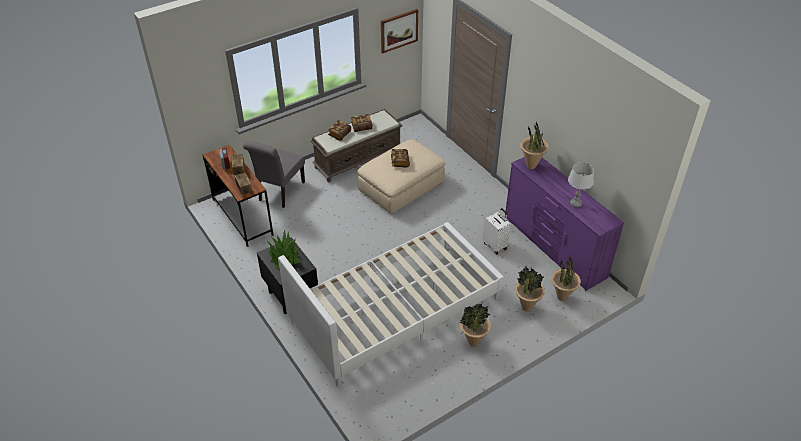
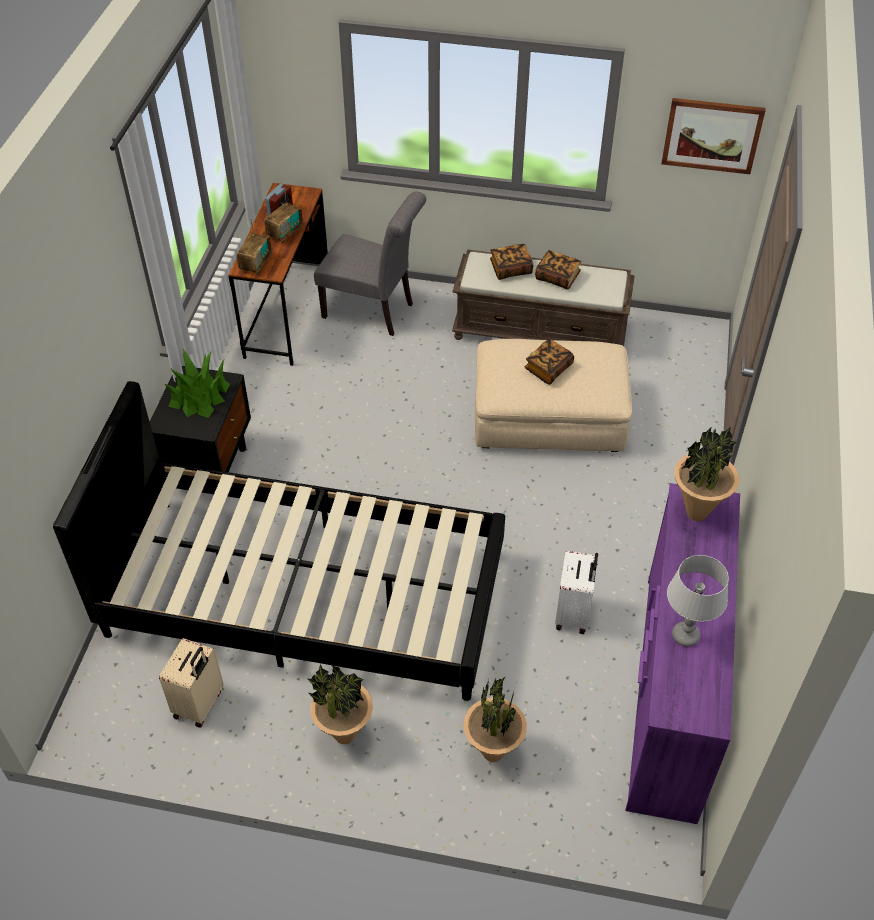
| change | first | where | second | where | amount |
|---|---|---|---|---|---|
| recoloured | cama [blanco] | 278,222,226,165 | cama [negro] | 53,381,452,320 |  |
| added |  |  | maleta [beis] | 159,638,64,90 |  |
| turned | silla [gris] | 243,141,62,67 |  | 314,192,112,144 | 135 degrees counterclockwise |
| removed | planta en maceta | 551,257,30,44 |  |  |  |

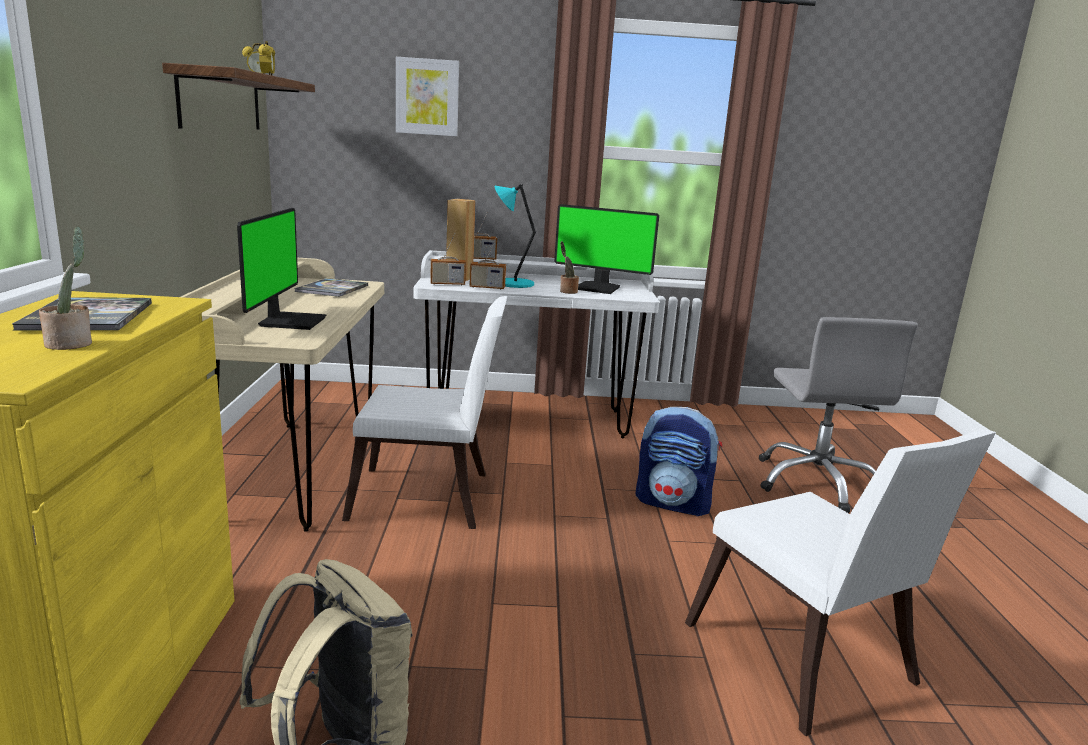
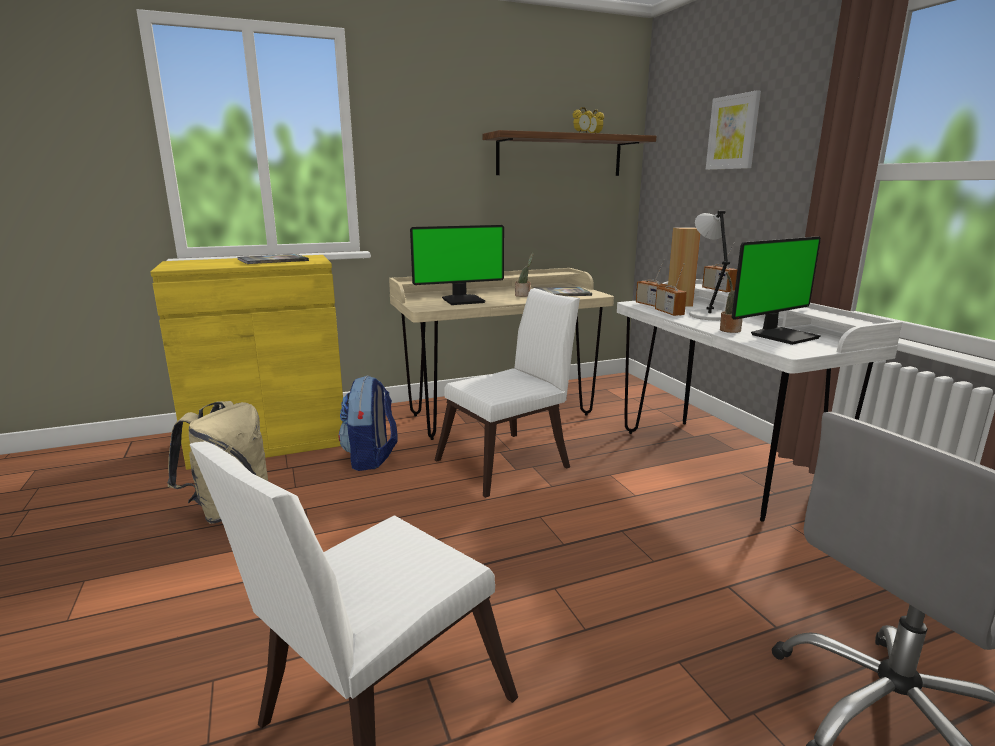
| change | first | where | second | where | amount |
|---|---|---|---|---|---|
| moved | mochila | 636,407,86,109 |  | 338,375,60,96 |  |
| turned | silla [blanco] | 342,296,165,233 |  | 435,288,145,210 | 105 degrees counterclockwise |
| moved | planta en maceta | 39,226,53,124 |  | 515,252,19,45 |  |
| recoloured | lámpara de mesa [turquesa] | 495,184,41,104 | lámpara de mesa [gris] | 689,211,41,109 |  |
| turned | monitor | 554,204,105,90 |  | 732,236,89,109 | 120 degrees counterclockwise |

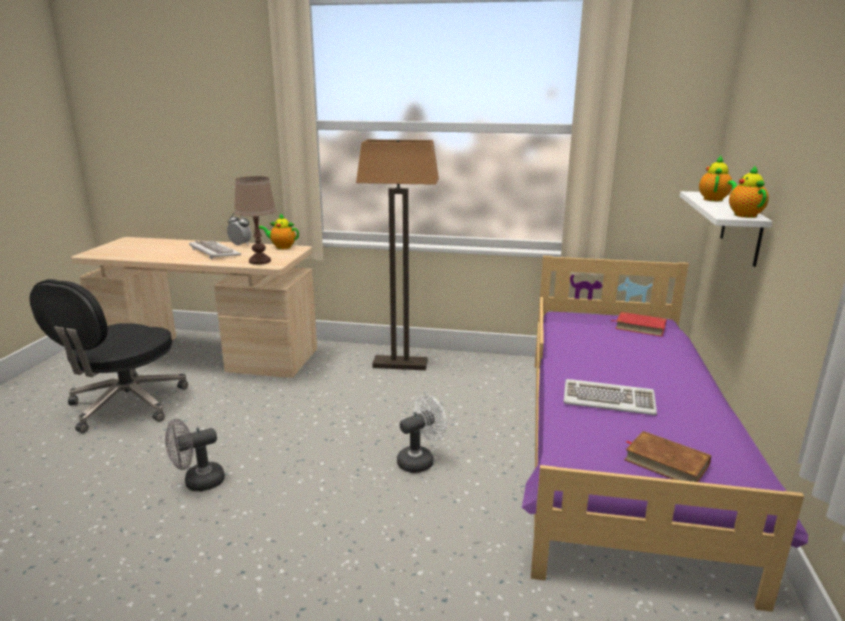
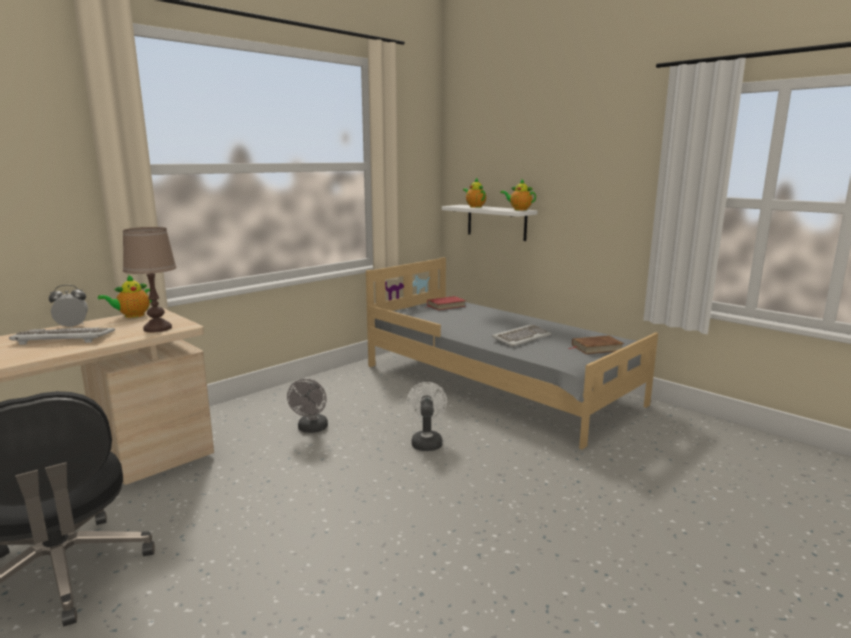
| change | first | where | second | where | amount |
|---|---|---|---|---|---|
| moved | ventilador [gris] | 165,419,60,72 |  | 287,379,41,54 |  |
| recoloured | cama [morado] | 522,256,286,356 | cama [gris] | 366,257,292,192 |  |
| removed | lámpara de pie | 356,139,83,231 |  |  |  |

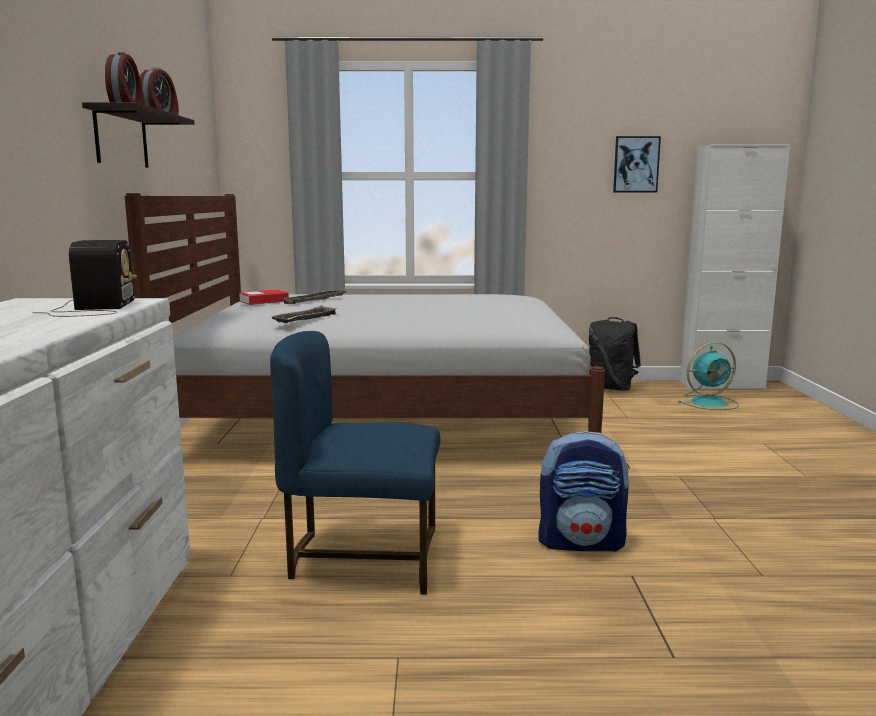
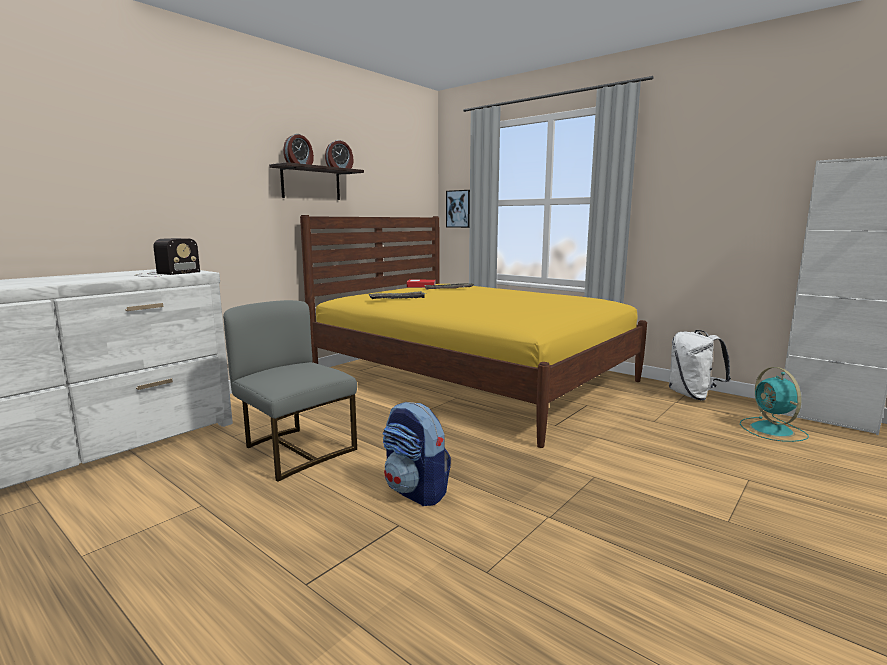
| change | first | where | second | where | amount |
|---|---|---|---|---|---|
| recoloured | silla [azul] | 270,331,170,264 | silla [gris] | 223,300,134,182 |  |
| recoloured | cama [blanco] | 125,193,480,240 | cama [amarillo] | 300,215,347,233 |  |
| moved | cuadro | 613,136,48,56 |  | 446,190,24,38 |  |
| recoloured | mochila [negro] | 589,317,52,74 | mochila [blanco] | 669,330,62,71 |  |
| turned | ventilador [turquesa] | 678,342,61,68 |  | 740,367,69,75 | 60 degrees clockwise |

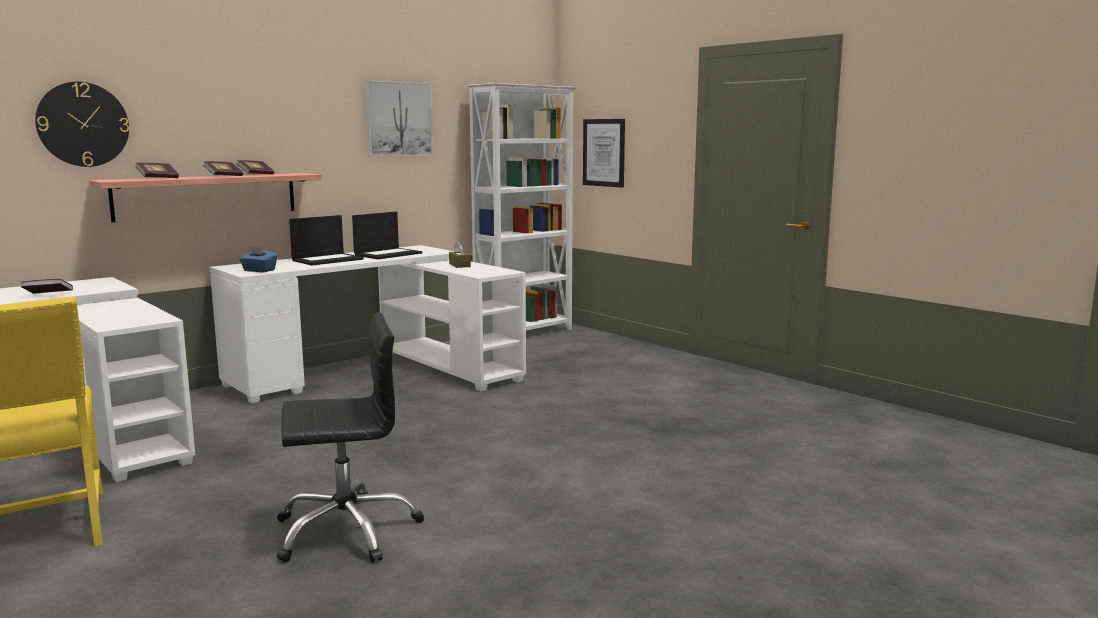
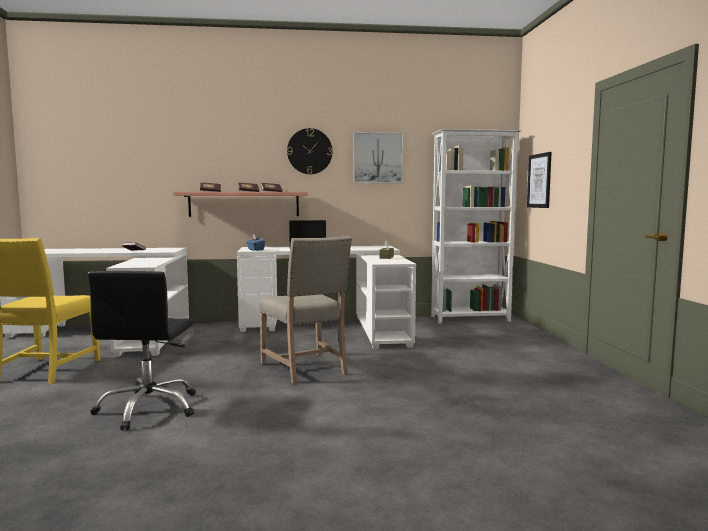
| change | first | where | second | where | amount |
|---|---|---|---|---|---|
| turned | silla de oficina [negro] | 277,312,147,251 |  | 88,271,107,159 | 75 degrees clockwise |
| added |  |  | silla [beis] | 259,236,93,148 |  |
| moved | reloj de pared | 35,82,94,85 |  | 287,128,46,46 |  |
| removed | portátil | 352,212,70,47 |  |  |  |

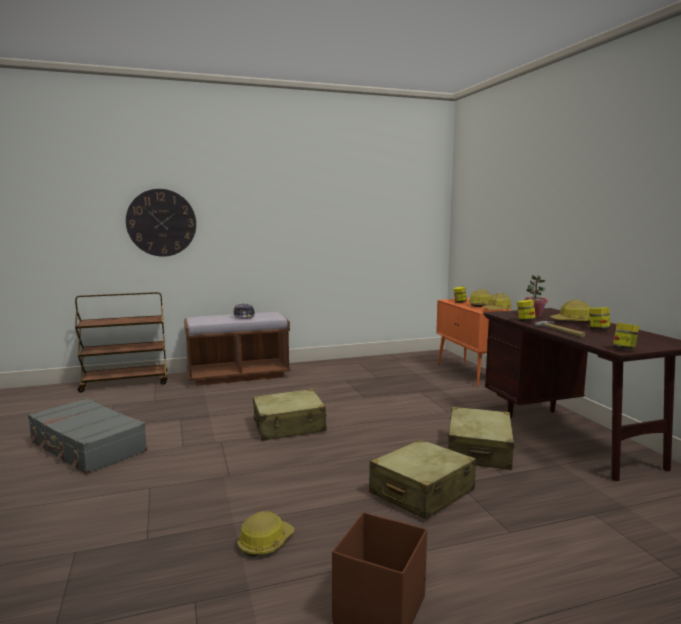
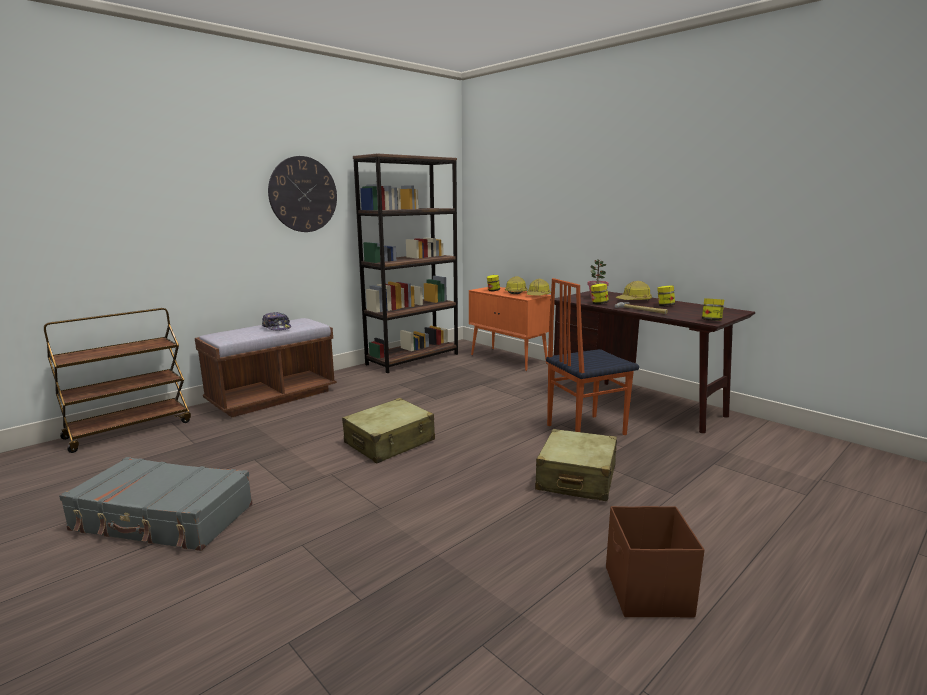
| change | first | where | second | where | amount |
|---|---|---|---|---|---|
| moved | reloj de pared | 126,189,70,68 |  | 268,156,69,76 |  |
| added |  |  | estantería [marrón] | 353,154,105,219 |  |
| replaced | maleta [beis] | 448,407,68,63 | silla | 546,278,93,157 |  |
| removed | casco | 237,511,57,46 |  |  |  |

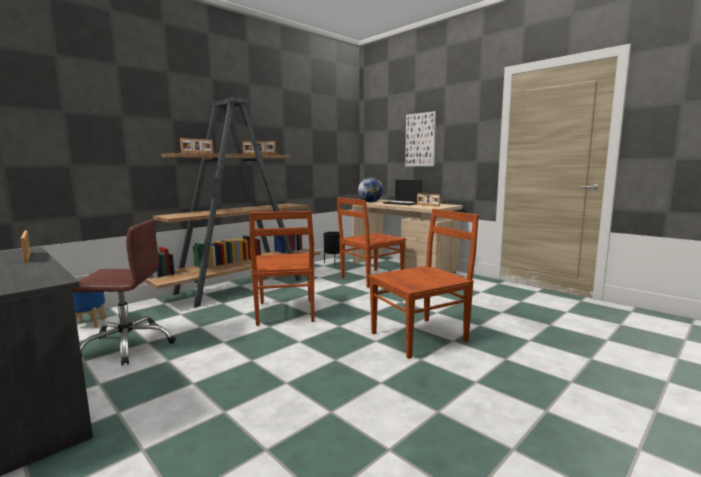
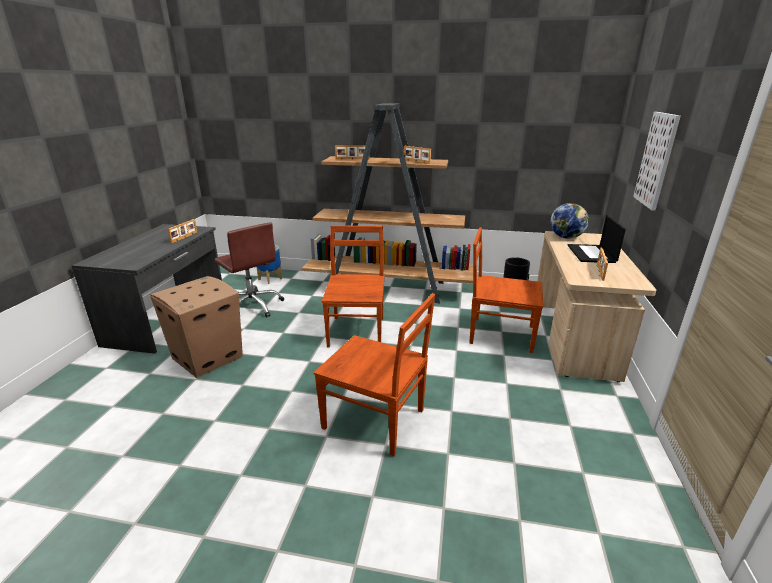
| change | first | where | second | where | amount |
|---|---|---|---|---|---|
| added |  |  | caja de cartón | 150,276,93,102 |  |
| turned | silla [marrón] | 249,211,66,115 |  | 322,225,63,123 | 135 degrees clockwise |

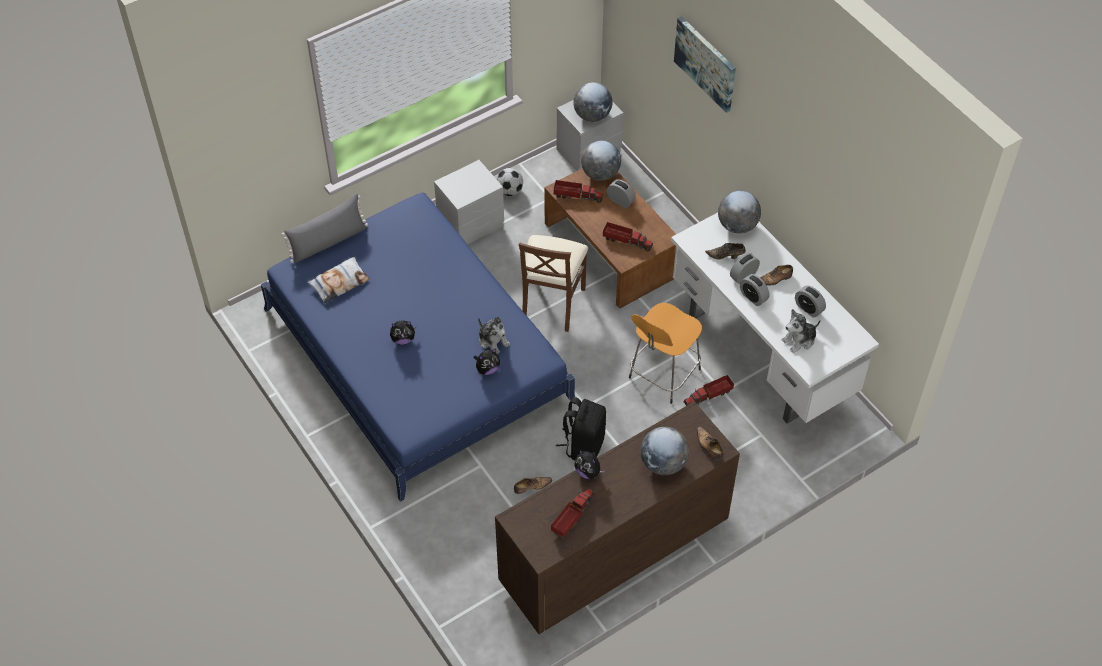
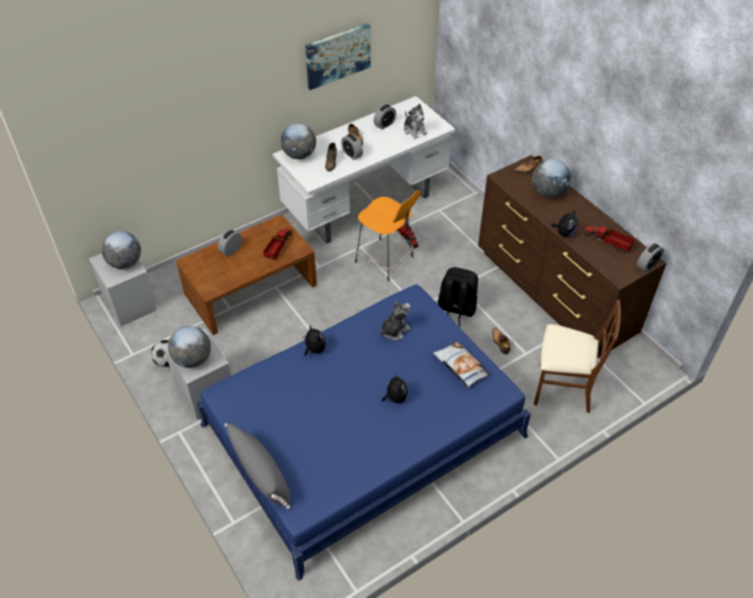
| change | first | where | second | where | amount |
|---|---|---|---|---|---|
| moved | globo terráqueo | 581,141,40,40 |  | 168,326,43,42 |  |
| moved | peluche | 474,348,26,27 |  | 303,325,23,31 |  |
| moved | cuadro | 674,16,62,97 |  | 305,23,66,67 |  |
| moved | cojín | 308,257,62,46 |  | 433,342,57,45 |  |
| moved | silla [marrón] | 519,235,69,97 |  | 534,299,87,114 |  |
| moved | despertador | 740,274,29,32 |  | 637,243,27,29 |  |
| removed | camión de juguete | 554,180,49,23 |  |  |  |

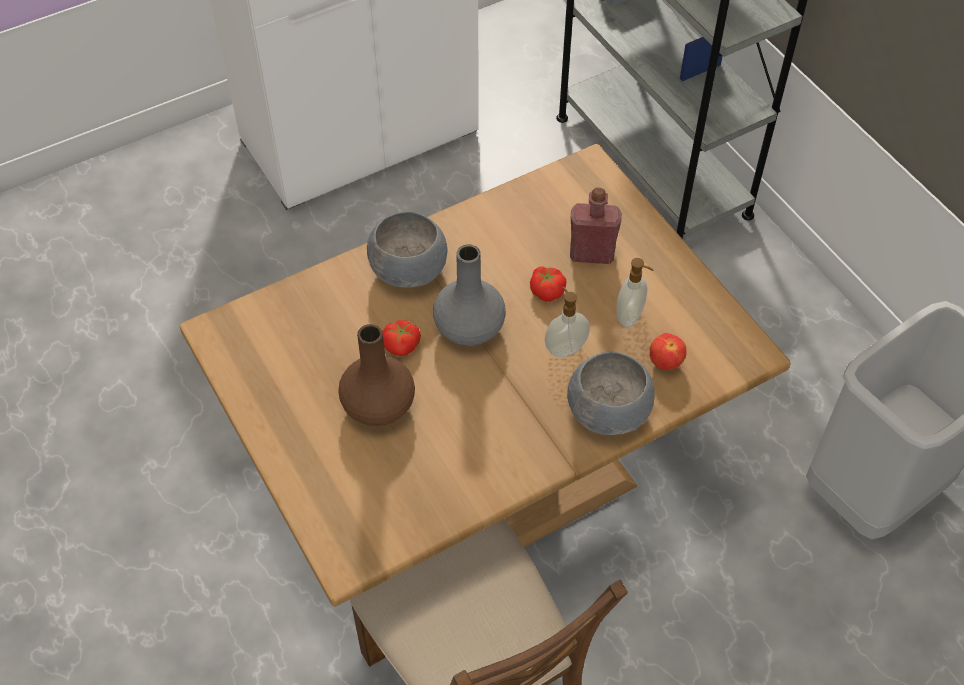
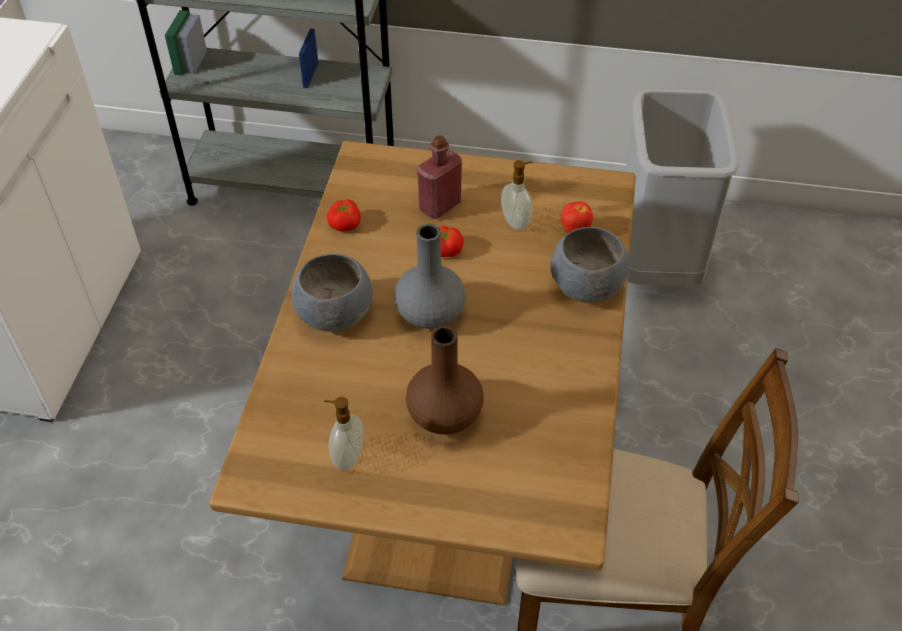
| change | first | where | second | where | amount |
|---|---|---|---|---|---|
| moved | dispensador de jabón | 545,287,45,70 |  | 324,397,40,74 |  |
| moved | tomate | 382,320,39,36 |  | 327,199,34,32 |  |

